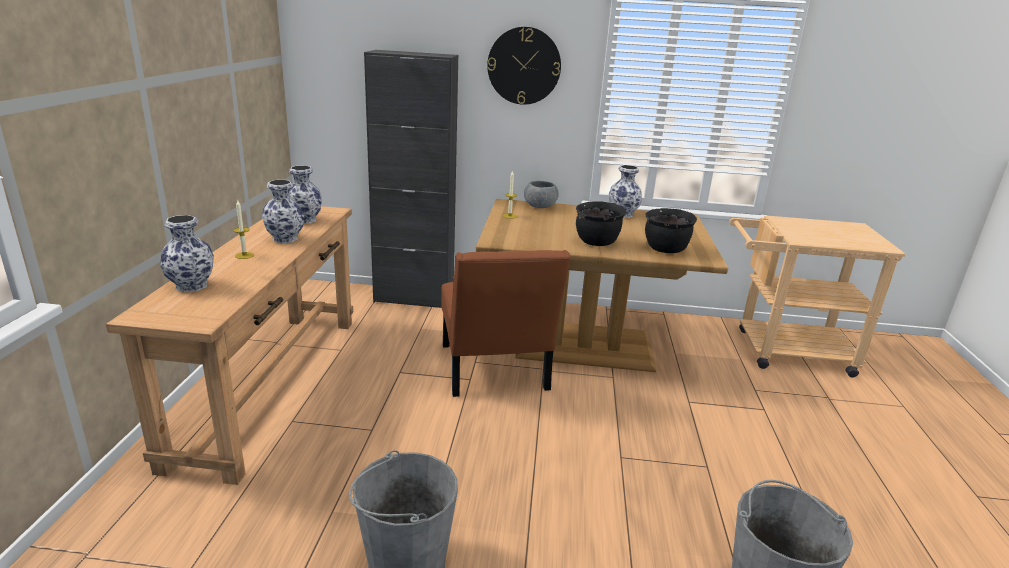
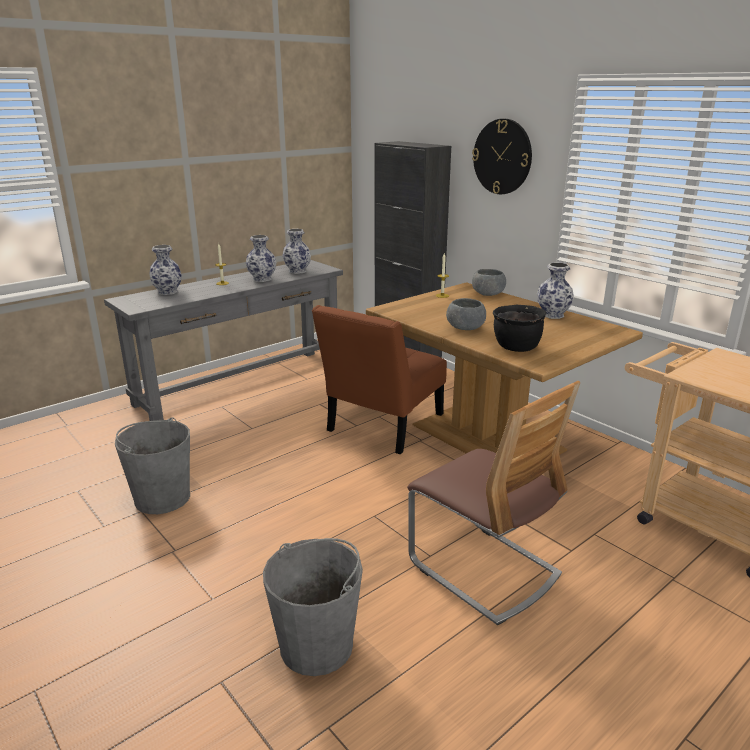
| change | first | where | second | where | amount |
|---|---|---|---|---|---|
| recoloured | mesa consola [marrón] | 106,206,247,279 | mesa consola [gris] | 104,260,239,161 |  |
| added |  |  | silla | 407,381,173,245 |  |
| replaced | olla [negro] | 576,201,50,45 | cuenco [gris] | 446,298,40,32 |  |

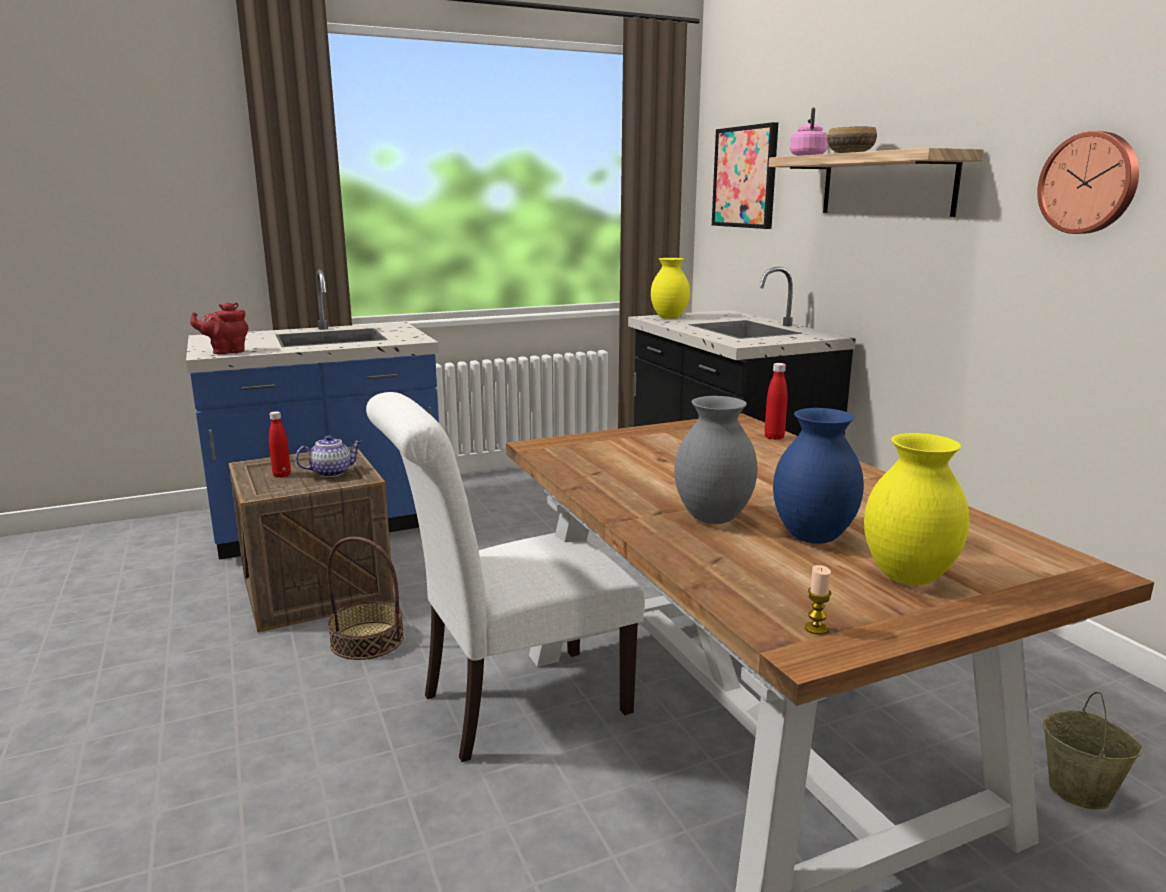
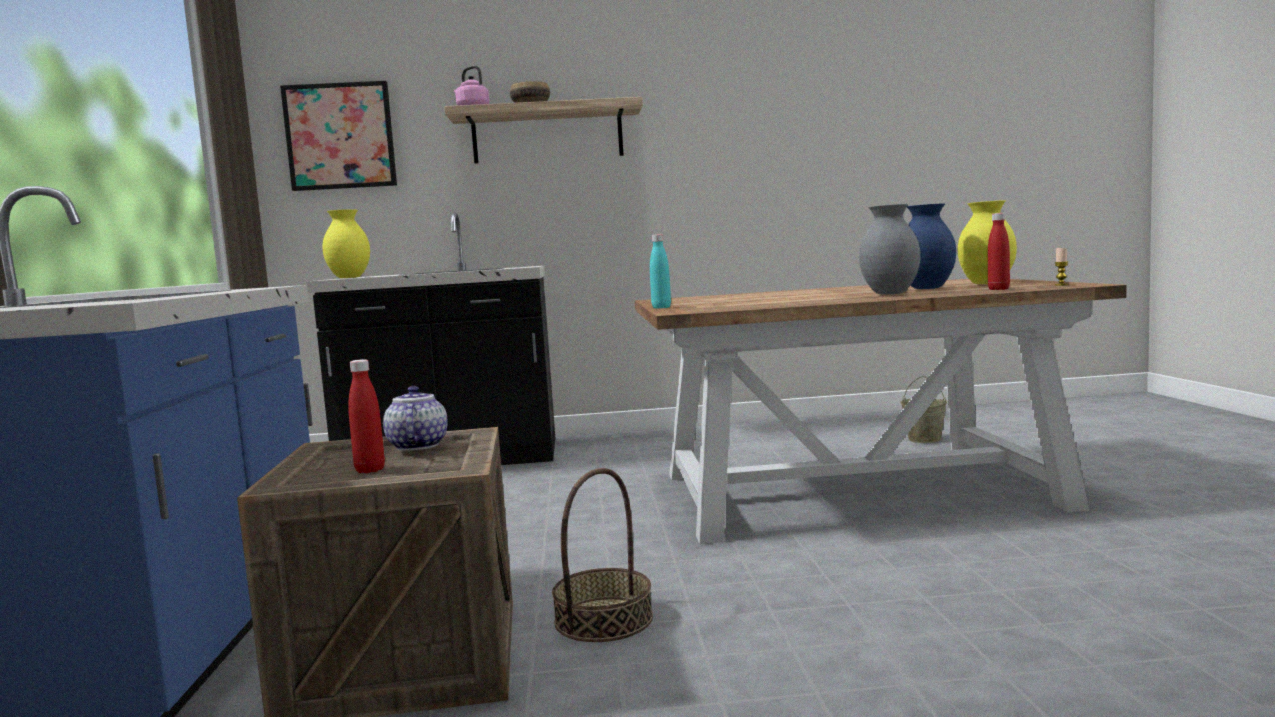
| change | first | where | second | where | amount |
|---|---|---|---|---|---|
| added |  |  | botella [turquesa] | 650,234,21,75 |  |
| moved | botella [rojo] | 764,363,23,77 |  | 988,213,22,77 |  |
| removed | tetera [rojo] | 190,302,58,53 |  |  |  |
| removed | silla [blanco] | 366,392,279,370 |  |  |  |
| removed | reloj de pared | 1037,131,102,103 |  |  |  |

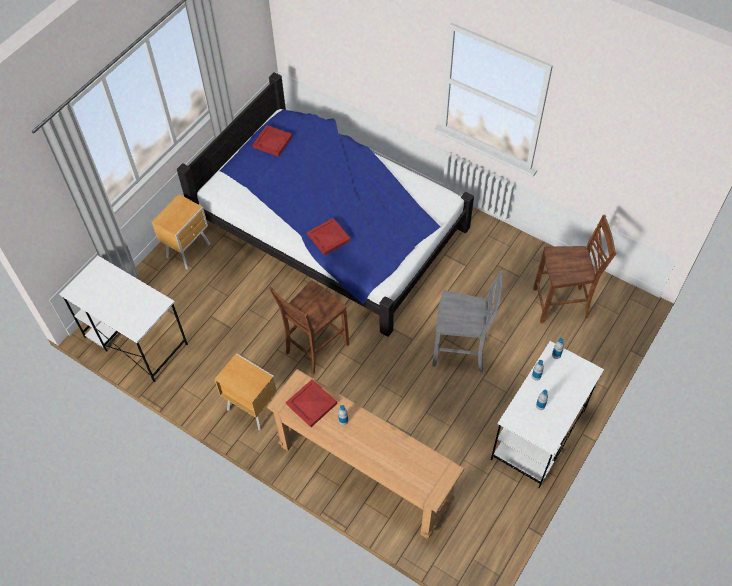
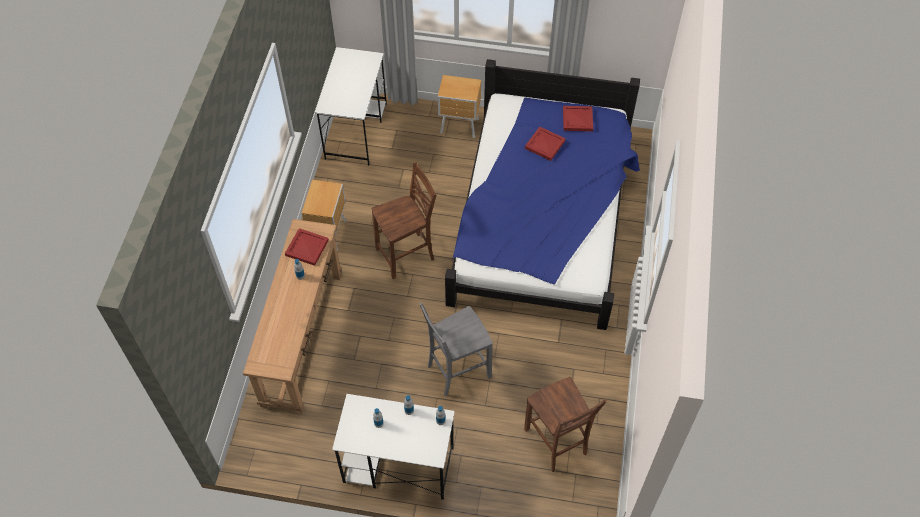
| change | first | where | second | where | amount |
|---|---|---|---|---|---|
| turned | silla [marrón] | 269,281,80,94 |  | 372,161,64,118 | 135 degrees clockwise |
| turned | silla [gris] | 432,271,71,101 |  | 419,302,74,95 | 75 degrees clockwise |
| moved | bandeja [rojo] | 307,218,44,38 |  | 525,127,41,34 |  |

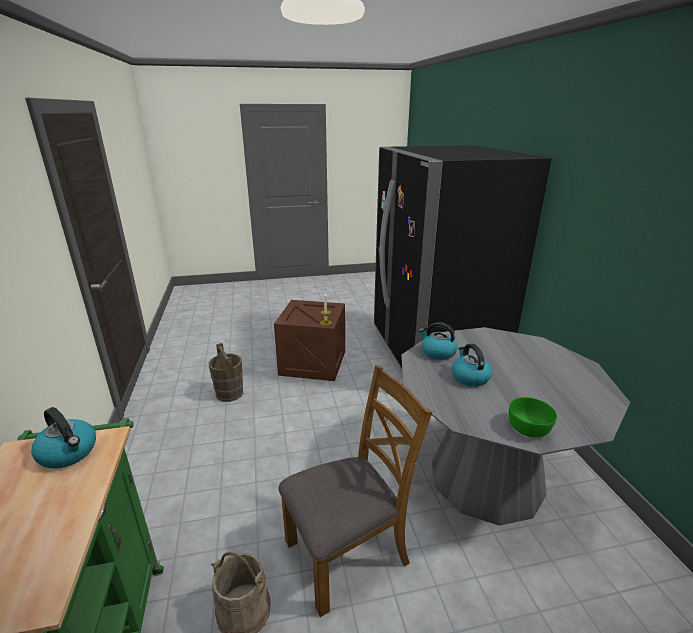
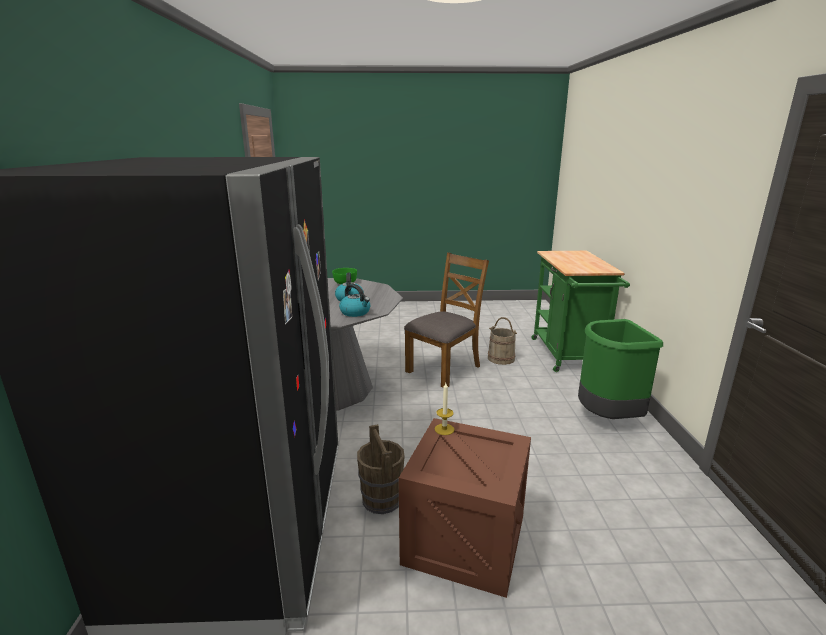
| change | first | where | second | where | amount |
|---|---|---|---|---|---|
| moved | cubo [marrón] | 209,343,34,59 |  | 357,424,48,90 |  |
| turned | silla [marrón] | 278,366,154,251 |  | 404,252,85,135 | 150 degrees clockwise |
| added |  |  | papelera [verde] | 578,319,85,100 |  |
| removed | hervidor | 31,407,65,61 |  |  |  |

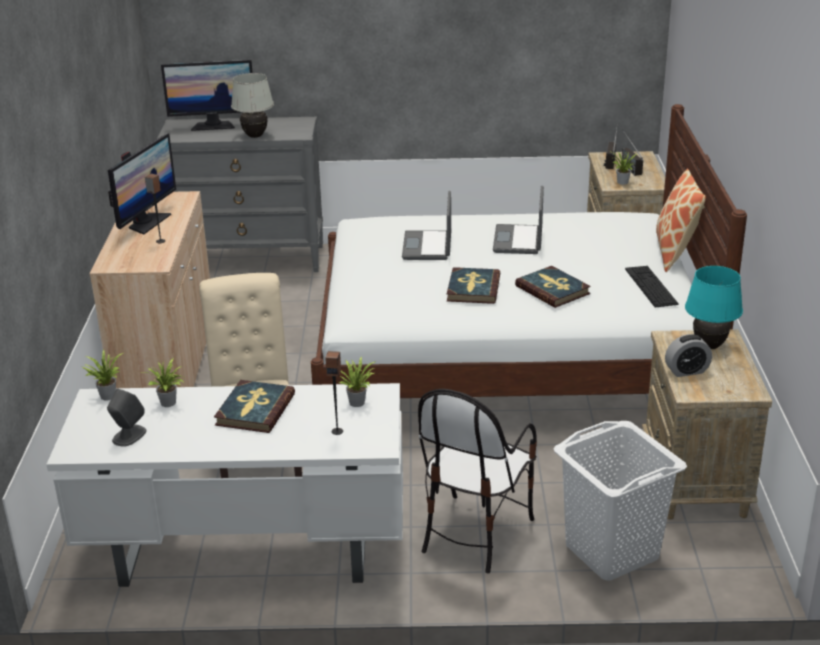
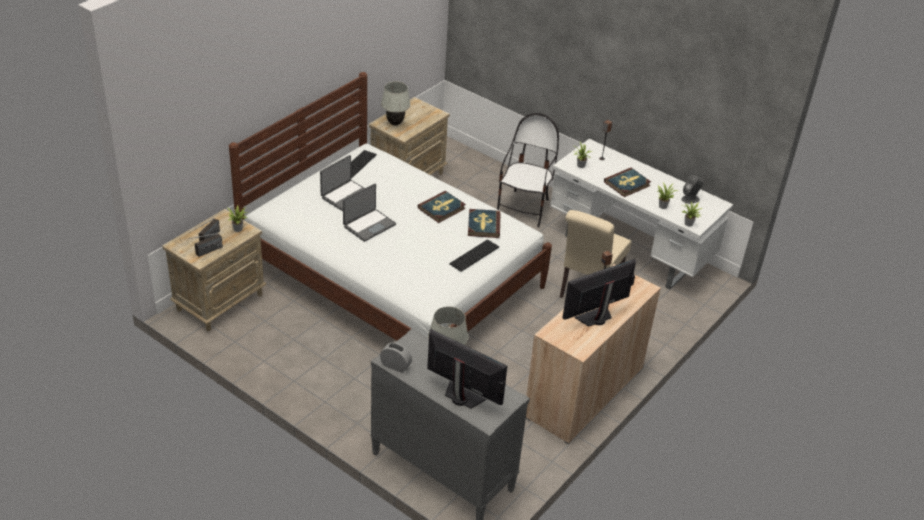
| change | first | where | second | where | amount |
|---|---|---|---|---|---|
| moved | portátil | 402,191,49,69 |  | 320,155,45,56 |  |
| moved | despertador | 665,334,47,43 |  | 380,342,32,31 |  |
| recoloured | lámpara de mesa [turquesa] | 685,266,58,83 | lámpara de mesa [blanco] | 381,81,30,45 |  |
| added |  |  | teclado | 449,239,50,33 |  |
| moved | libro | 515,266,76,42 |  | 468,209,32,29 |  |
| turned | silla | 418,389,119,185 |  | 497,113,62,114 | 45 degrees counterclockwise |
| removed | cesto de la ropa [blanco] | 553,421,134,160 |  |  |  |
| removed | cojín | 656,169,50,103 |  |  |  |

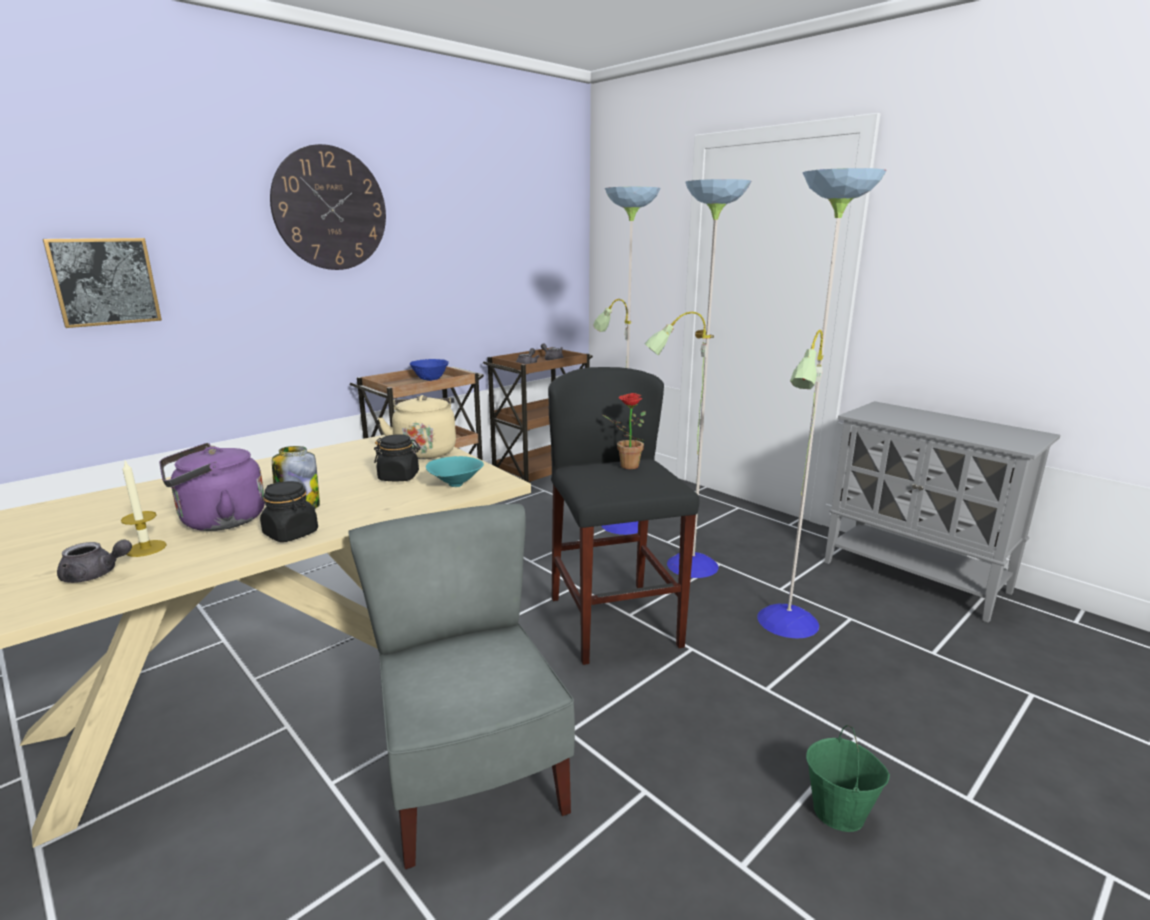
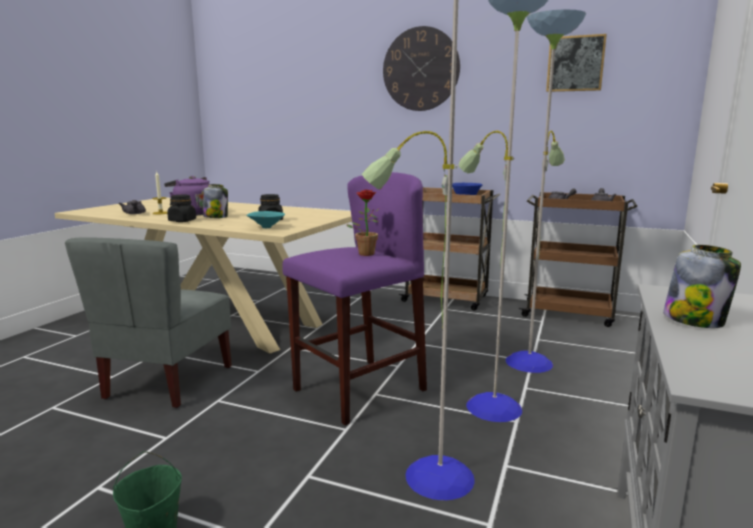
| change | first | where | second | where | amount |
|---|---|---|---|---|---|
| turned | silla [gris] | 348,504,227,365 |  | 65,237,167,171 | 150 degrees clockwise |
| recoloured | taburete [negro] | 548,367,151,298 | taburete [morado] | 282,172,145,253 |  |
| moved | cuadro | 43,238,119,90 |  | 546,34,61,58 |  |
| added |  |  | tarro | 663,245,78,83 |  |
| removed | hervidor [beis] | 378,395,78,64 |  |  |  |

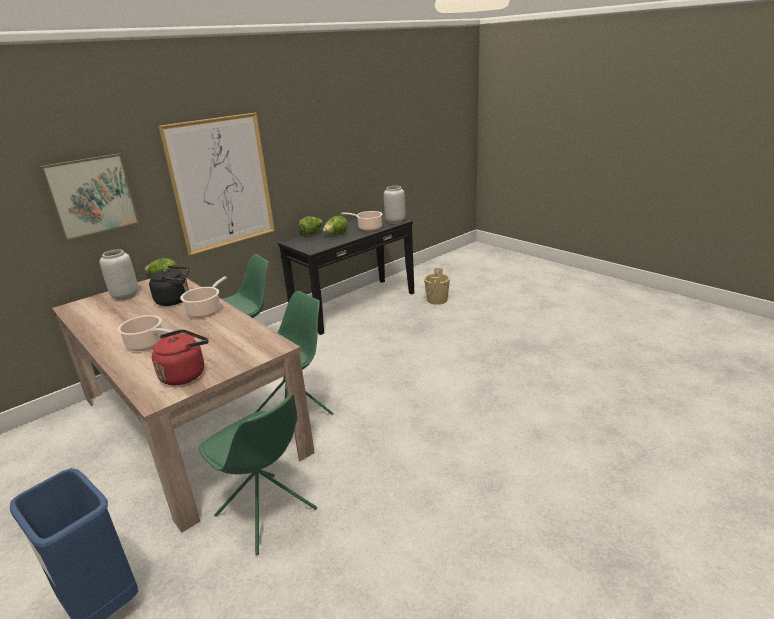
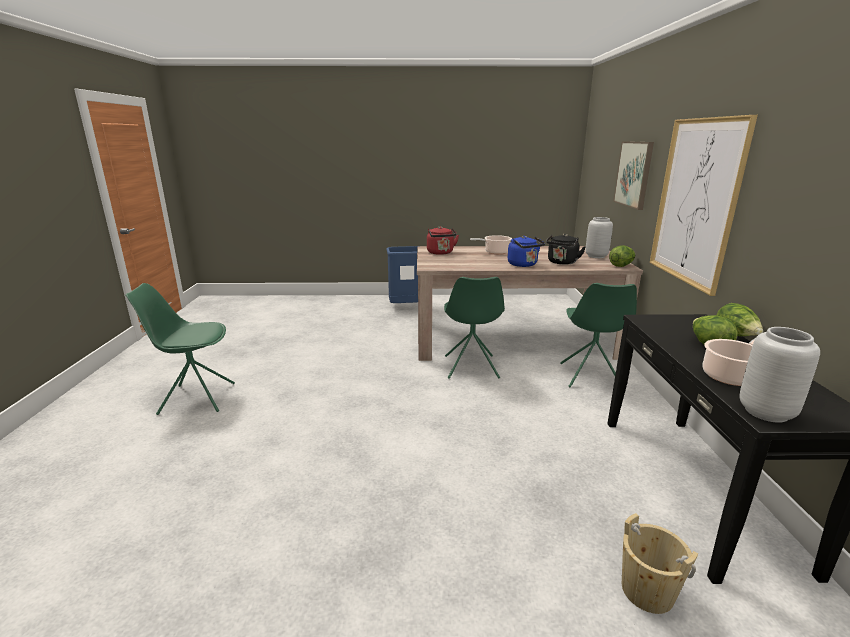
| change | first | where | second | where | amount |
|---|---|---|---|---|---|
| moved | silla [verde] | 199,394,118,161 |  | 125,283,110,132 |  |
| replaced | olla | 180,277,47,41 | hervidor [azul] | 508,236,37,31 |  |

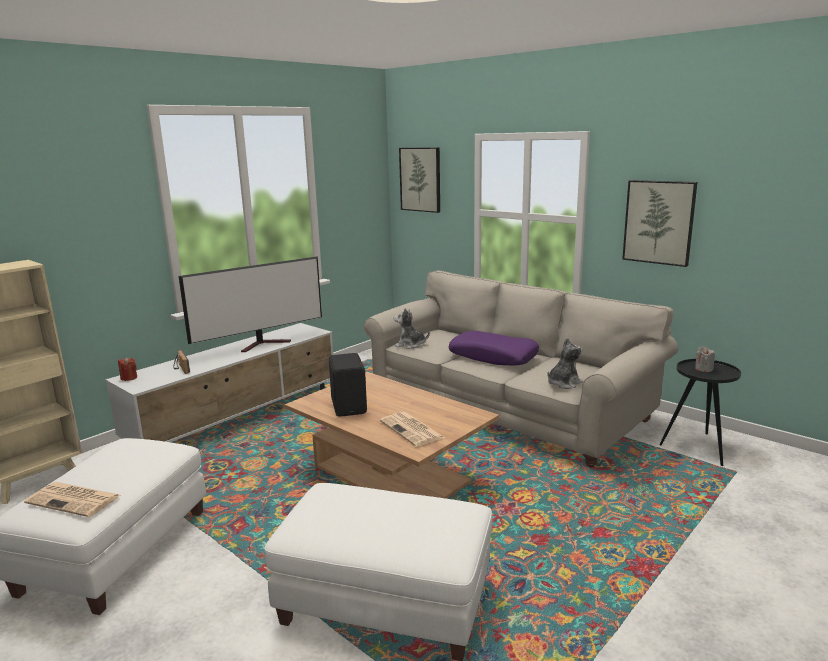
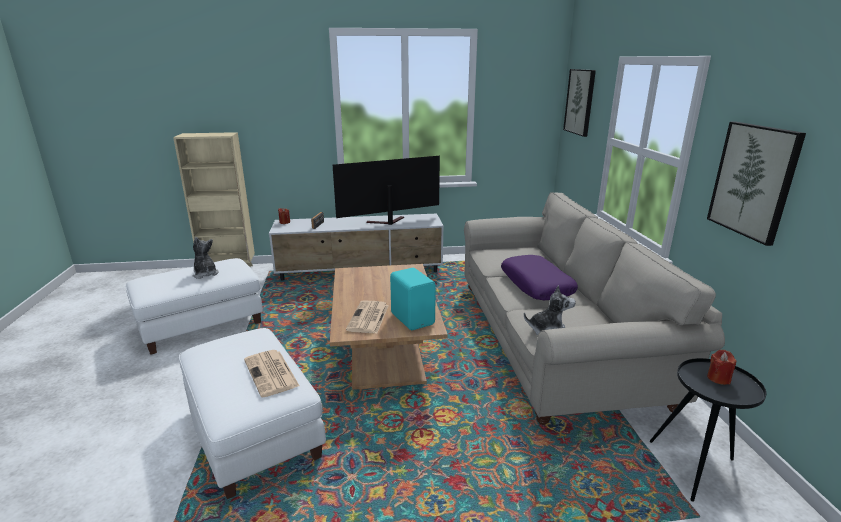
| change | first | where | second | where | amount |
|---|---|---|---|---|---|
| moved | peluche | 394,308,36,41 |  | 193,237,26,42 |  |
| moved | periódico | 24,482,97,35 |  | 244,350,56,48 |  |
| turned | televisor | 179,256,143,96 |  | 333,156,107,69 | 150 degrees clockwise |
| added |  |  | altavoz [turquesa] | 390,268,46,62 |  |
| recoloured | vela [gris] | 695,347,20,25 | vela [rojo] | 707,350,29,35 |  |
| removed | altavoz [negro] | 329,353,38,64 |  |  |  |

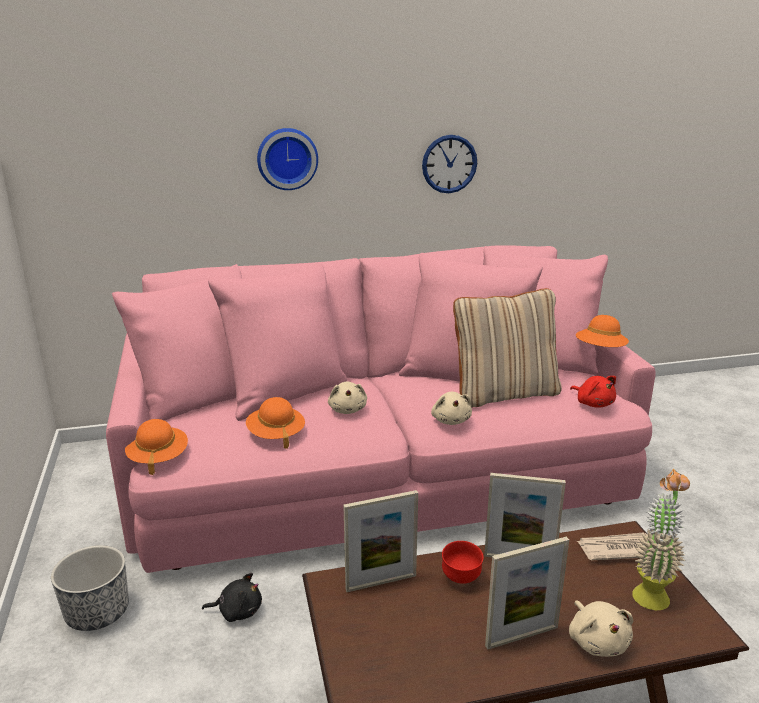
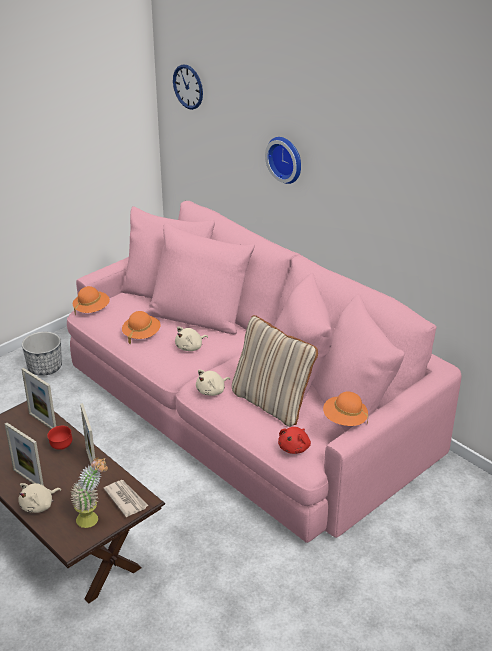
| change | first | where | second | where | amount |
|---|---|---|---|---|---|
| moved | reloj de pared | 422,135,55,58 |  | 173,64,30,46 |  |
| removed | peluche [negro] | 202,573,60,49 |  |  |  |

